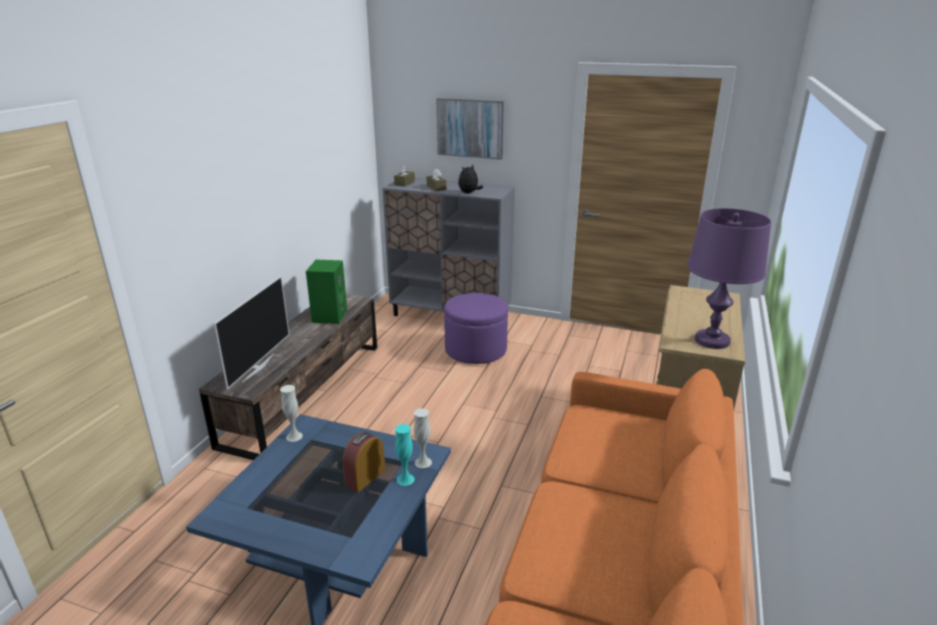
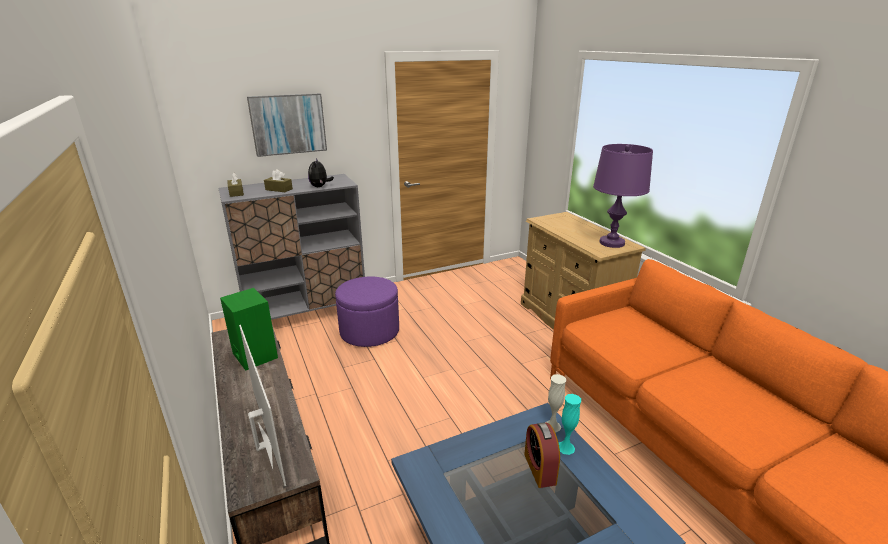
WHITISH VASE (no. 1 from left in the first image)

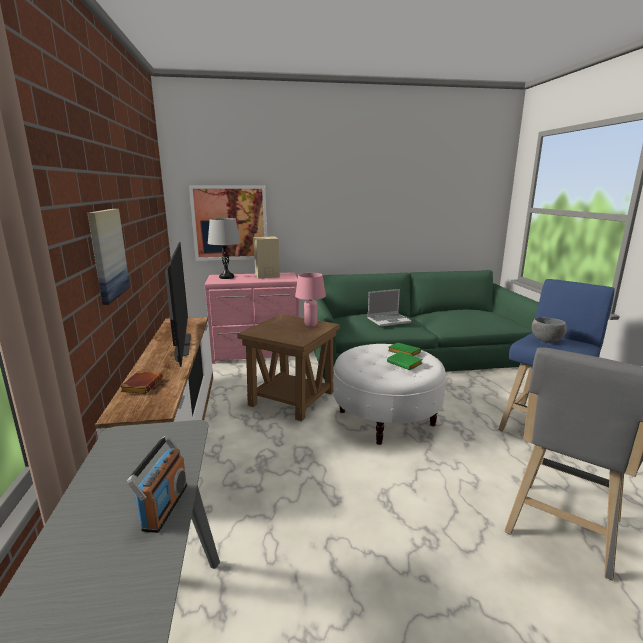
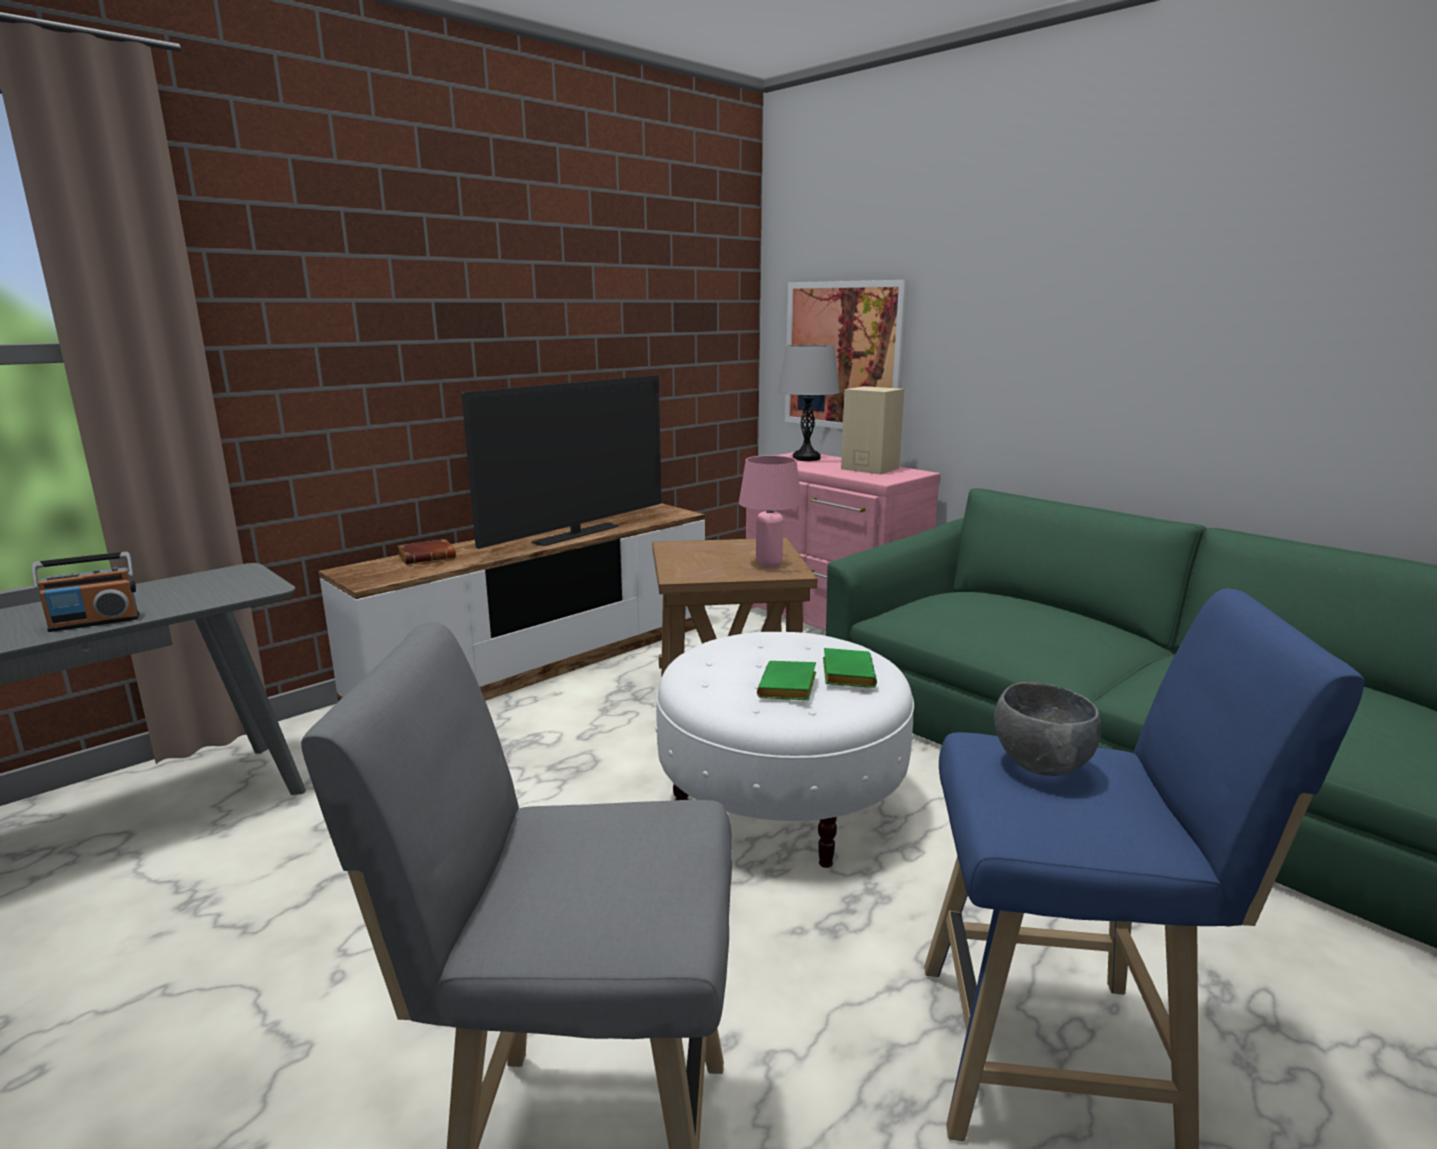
WALL PICTURE (no. 1 from left in the first image)
LAPTOP

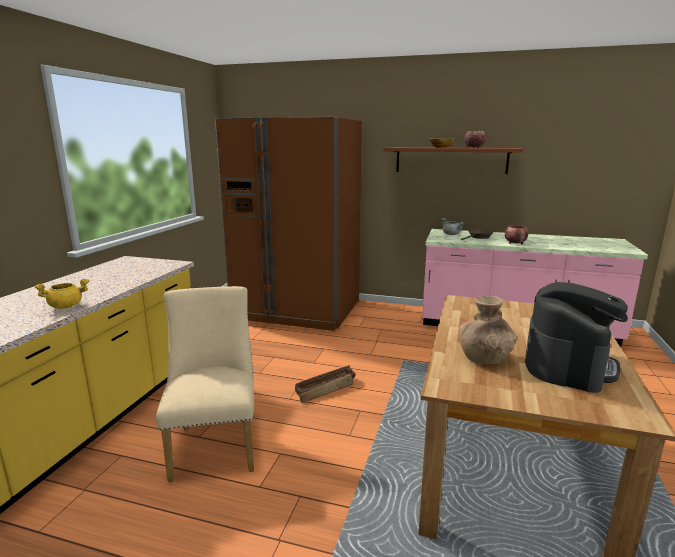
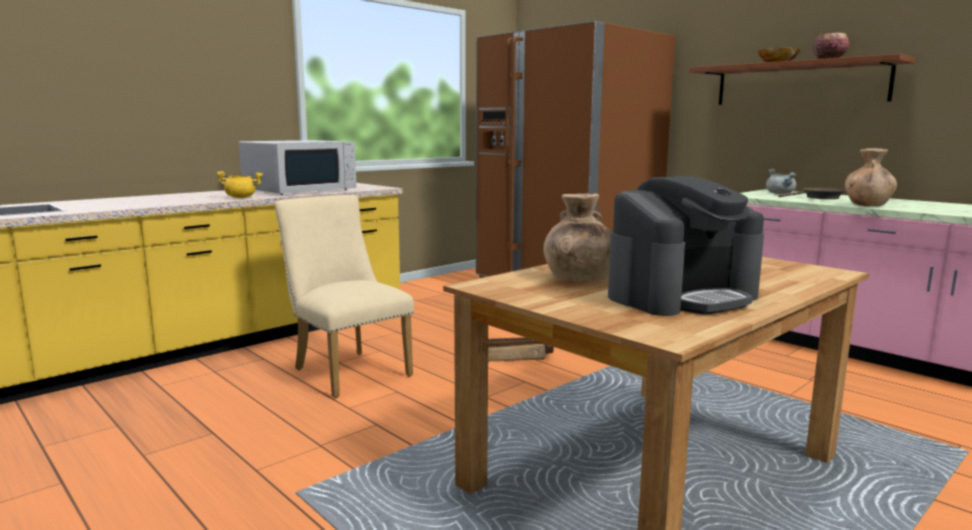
SAND-COLOURED CHAIR
BROWN VASE (no. 2 from left)
WHITISH KITCHEN MICROWAVE

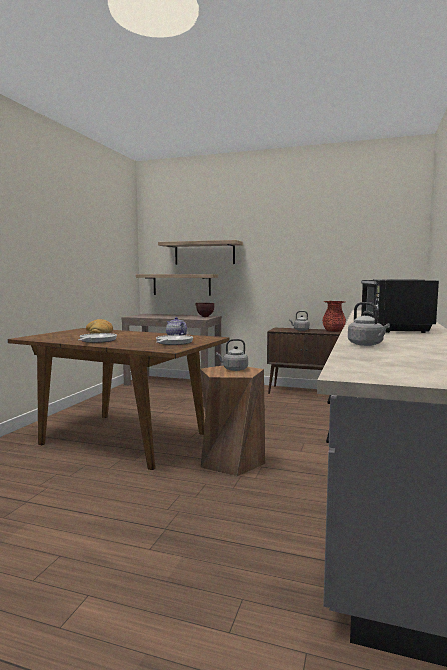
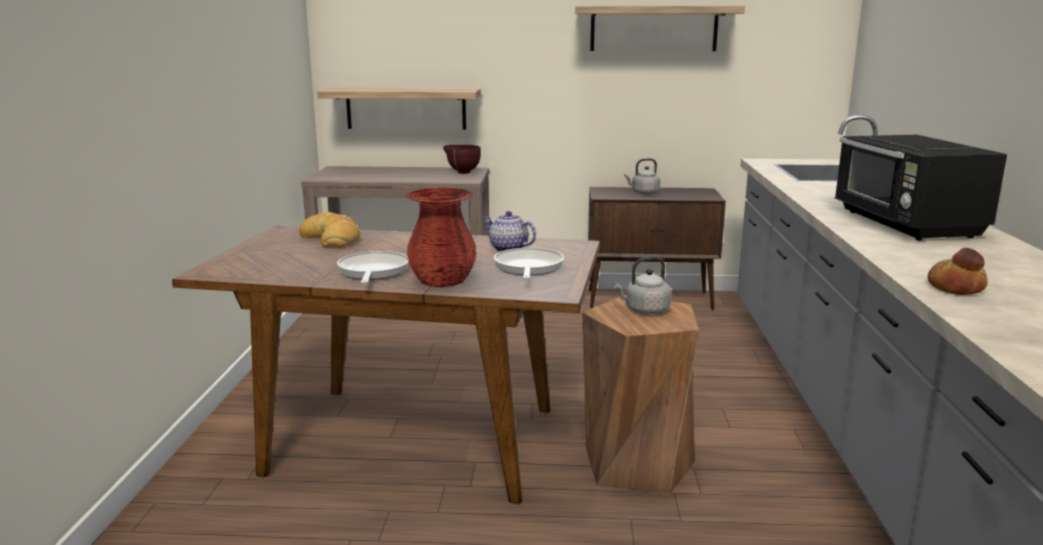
SHELF (no. 2 from left)
REDDISH VASE
BREAD (no. 2 from left)

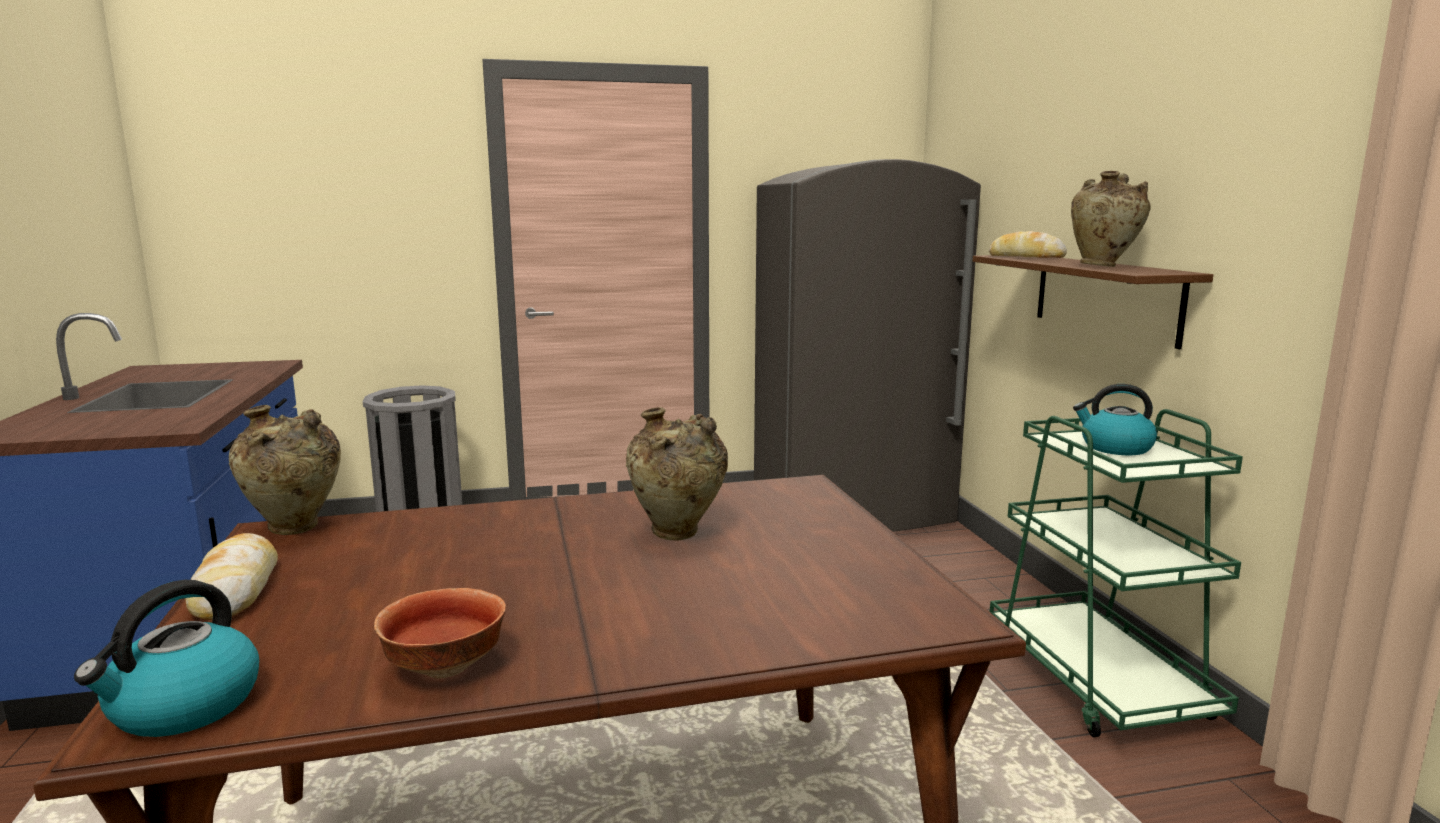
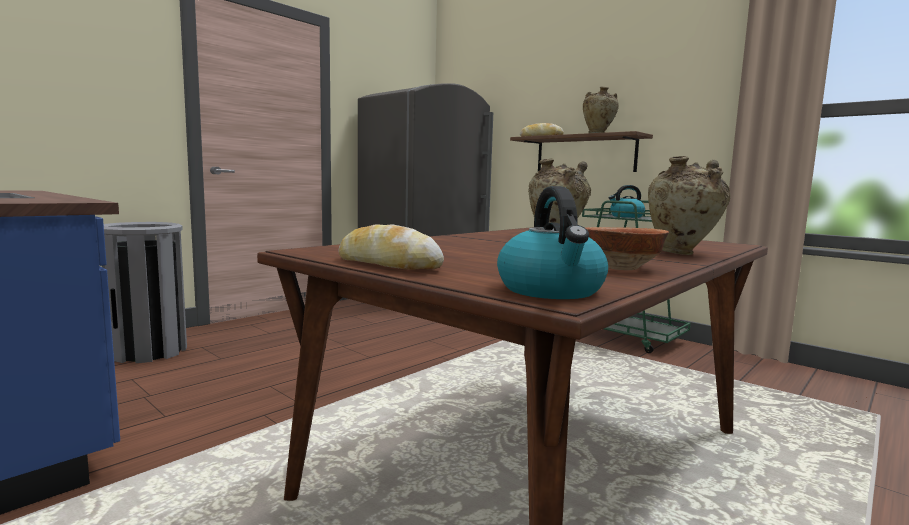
SAND-COLOURED VASE (no. 3 from left)

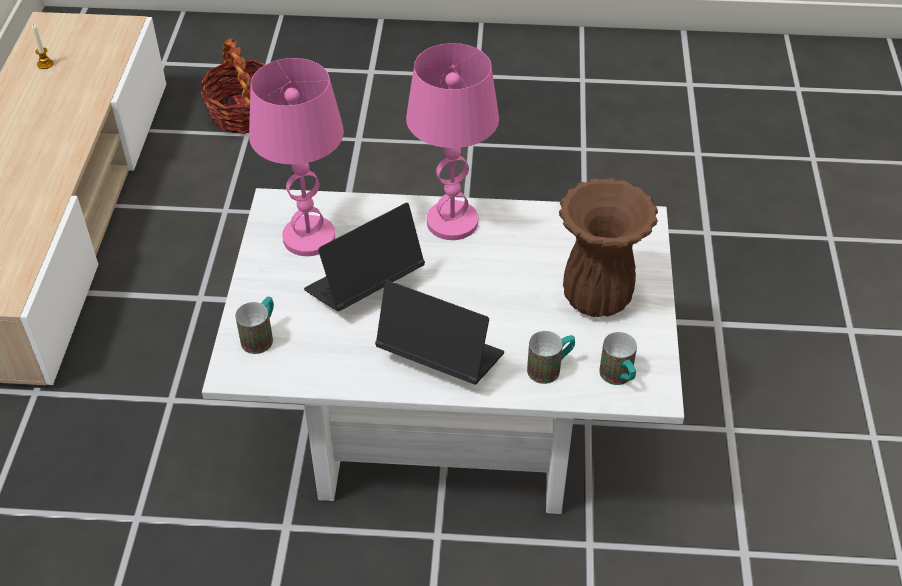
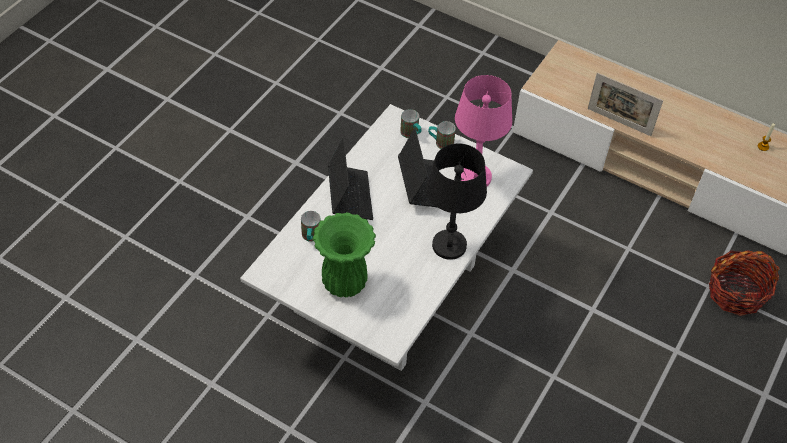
LAPTOP (no. 1 from left)
BLACKISH TABLETOP LAMP
GREEN-COLOURED VASE
COFFEE MUG (no. 3 from left)
PICTURE FRAME

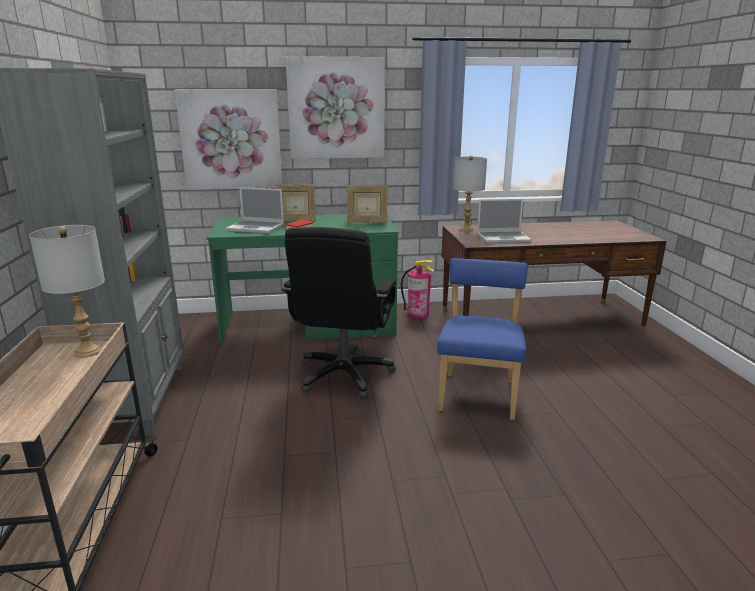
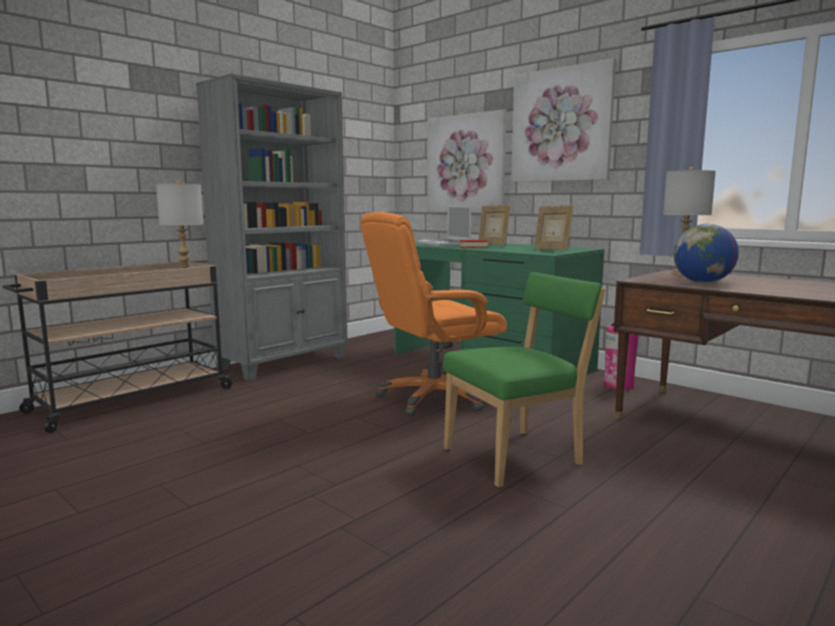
ORANGEY COMPUTER CHAIR
GREEN-COLOURED CHAIR
DESK GLOBE

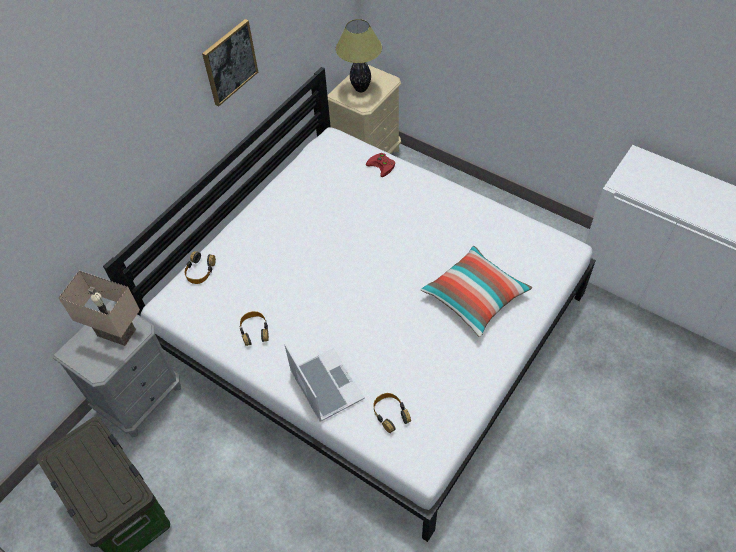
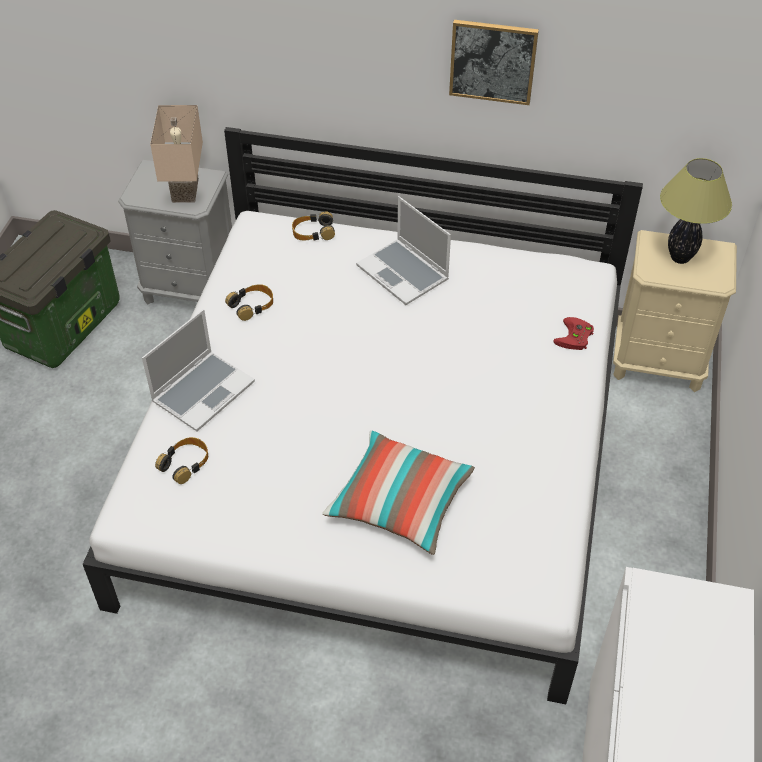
LAPTOP (no. 2 from left)

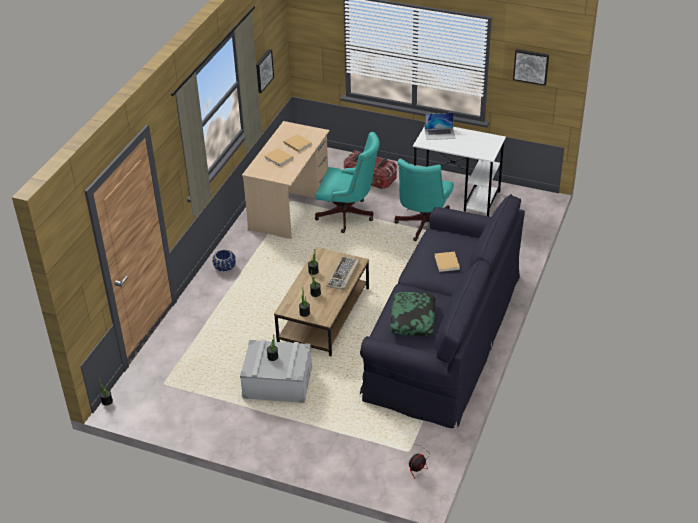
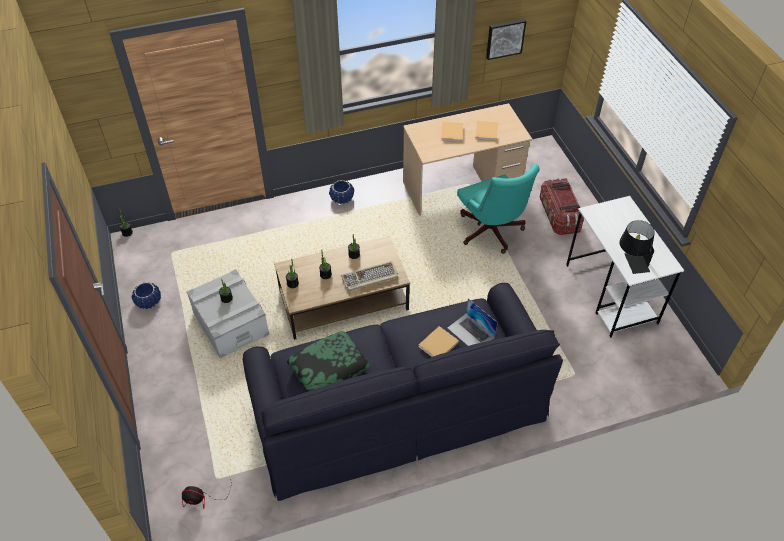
BLUE-GREEN COMPUTER CHAIR (no. 2 from left in the first image)
LAPTOP
WALL PICTURE (no. 2 from left in the first image)
BLUE PLANTER (no. 1 from left)
BLACKISH TABLETOP LAMP

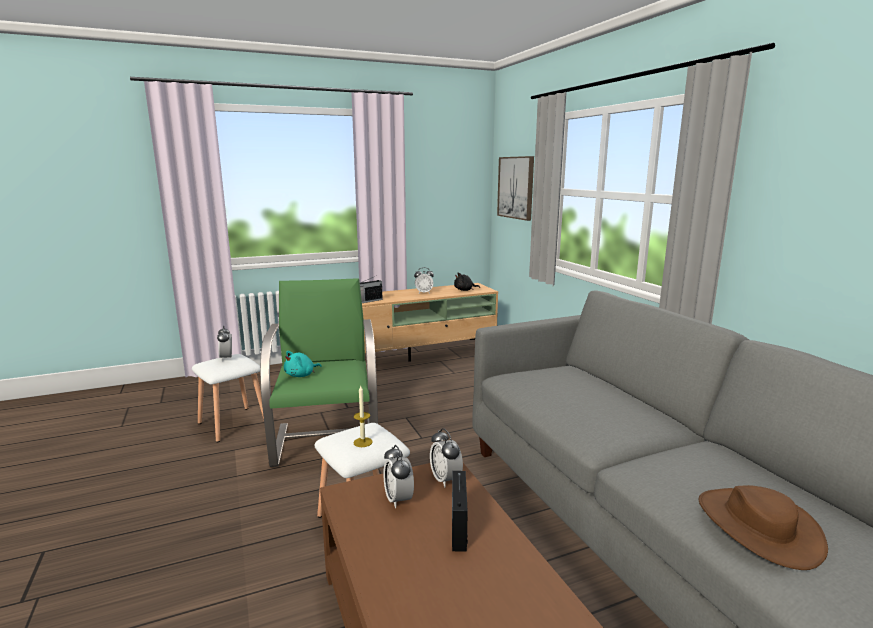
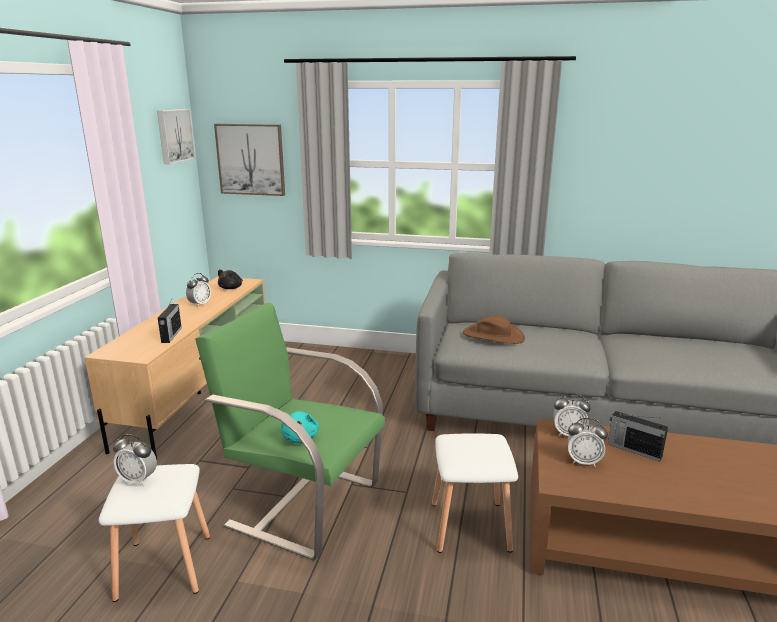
CANDLE
BROWN CLOTHING HAT
WALL PICTURE (no. 1 from left)

